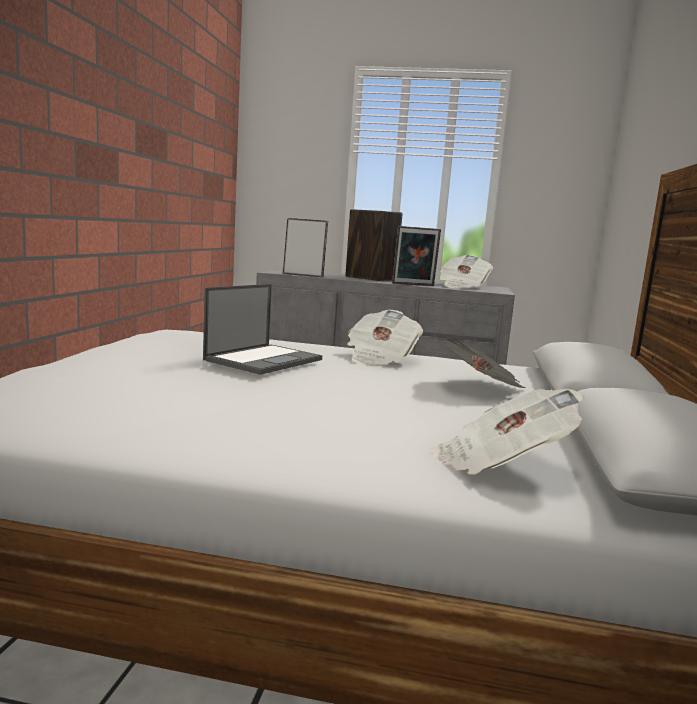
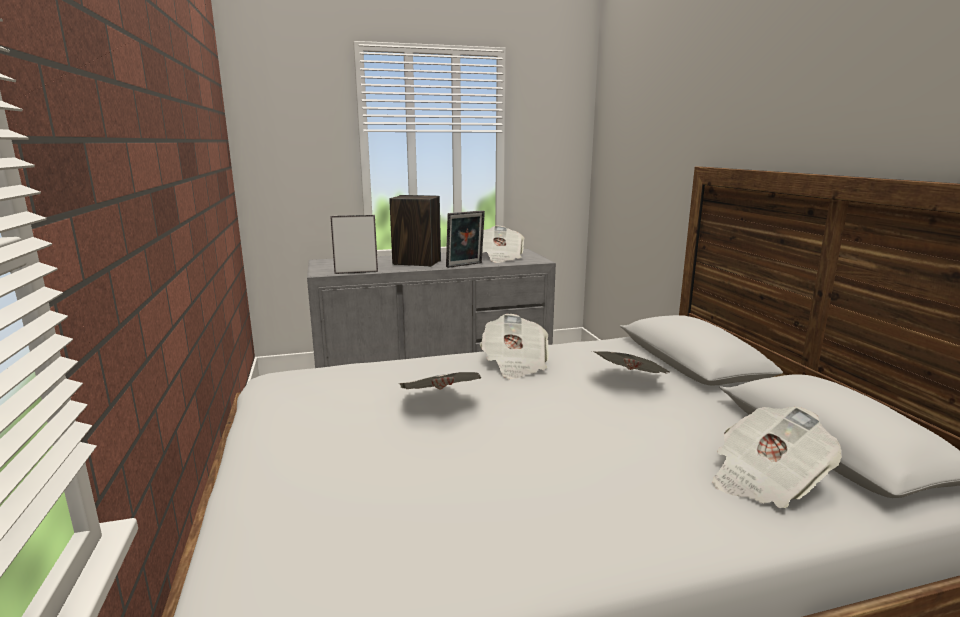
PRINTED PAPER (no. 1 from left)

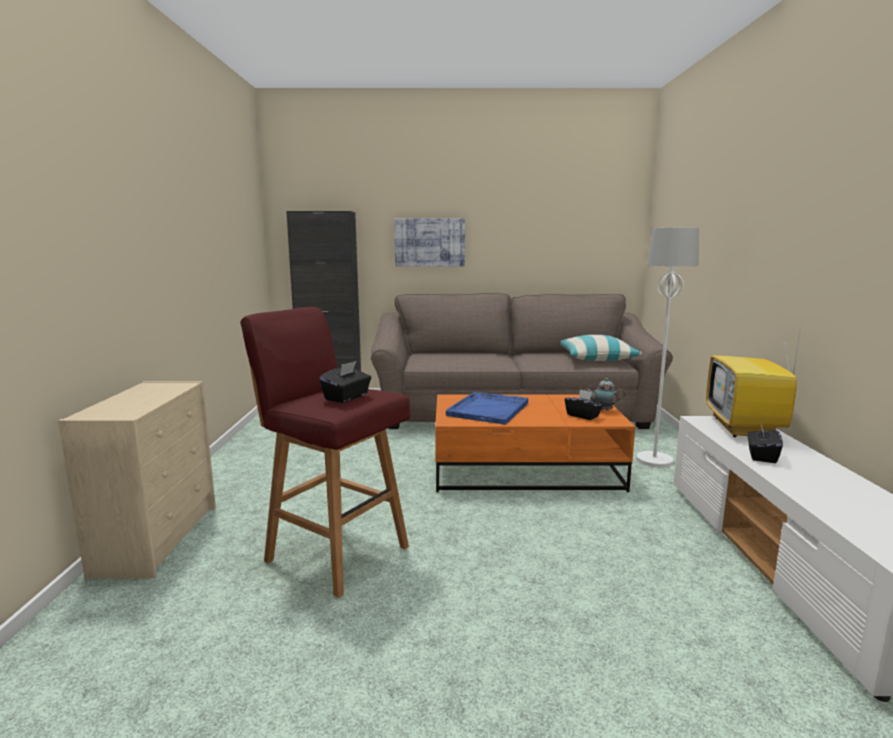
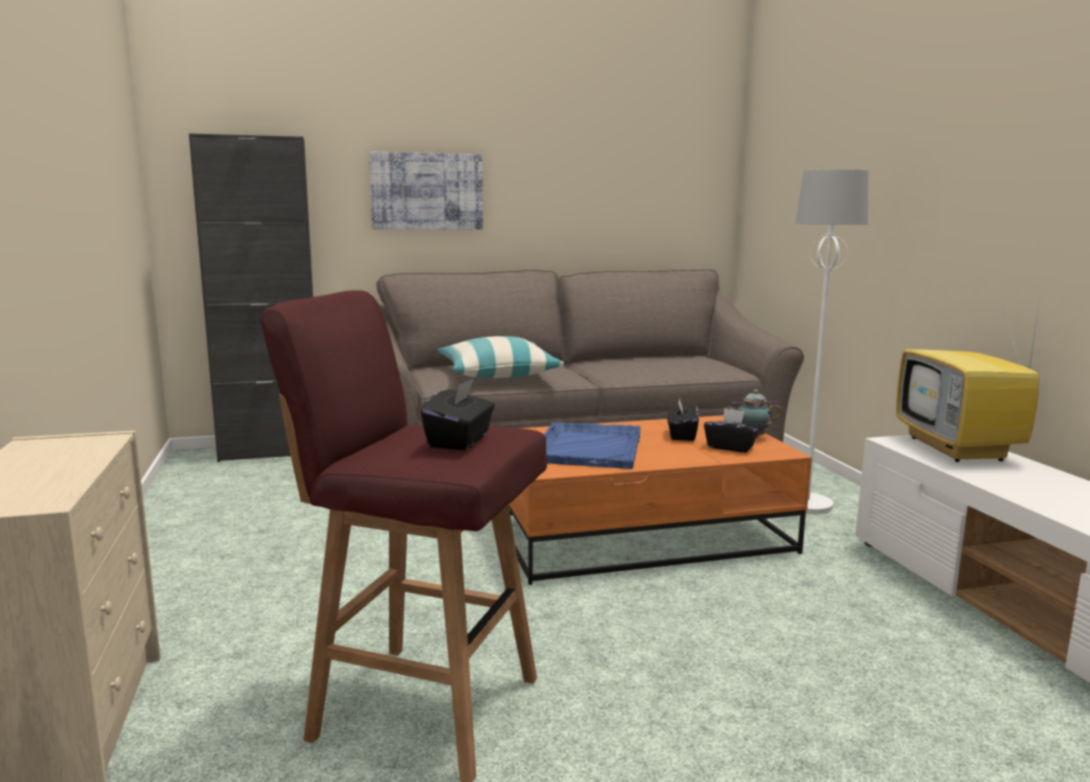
CUSHION
BLACKISH TISSUE BOX (no. 2 from left)

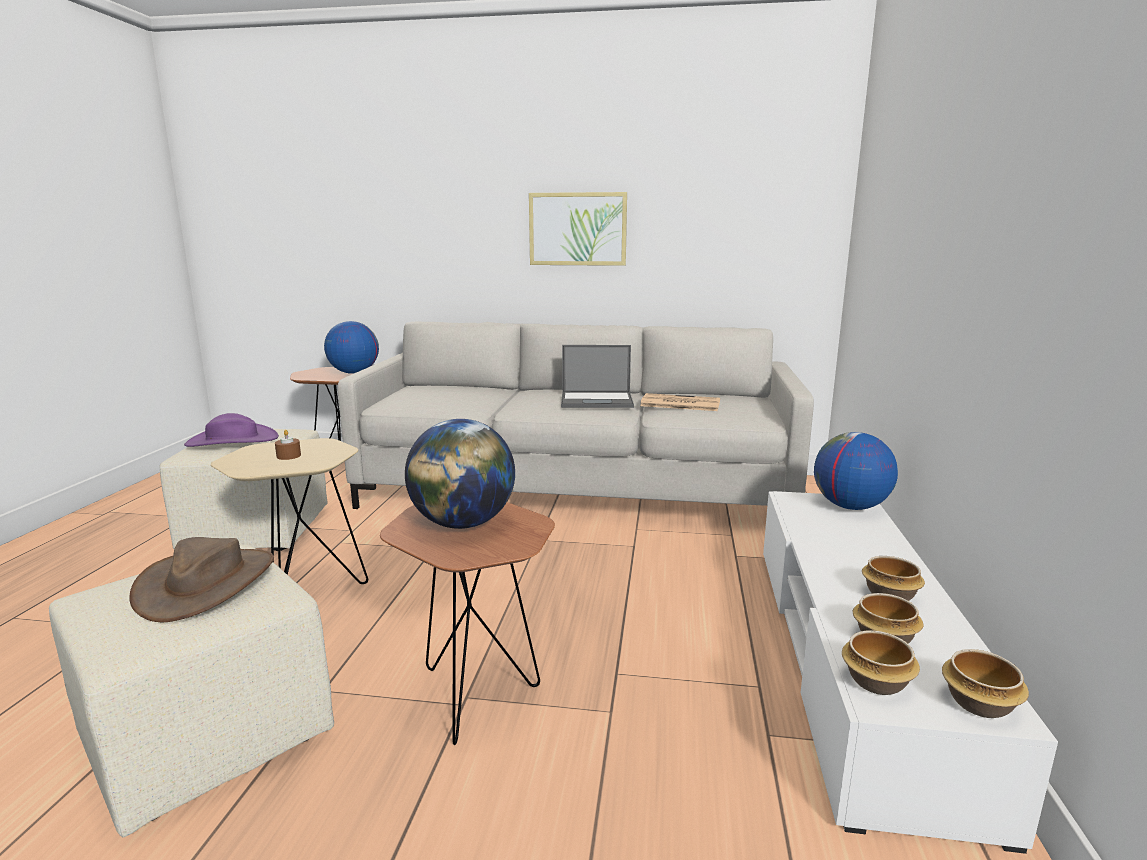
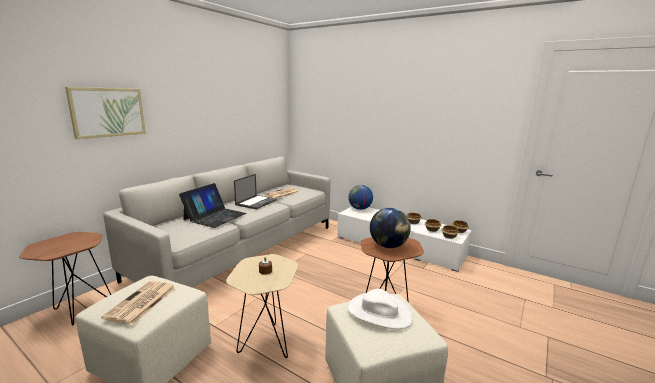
WHITISH CLOTHING HAT
PRINTED PAPER (no. 1 from left)
DESK GLOBE (no. 1 from left in the first image)
WALL PICTURE
LAPTOP (no. 1 from left)

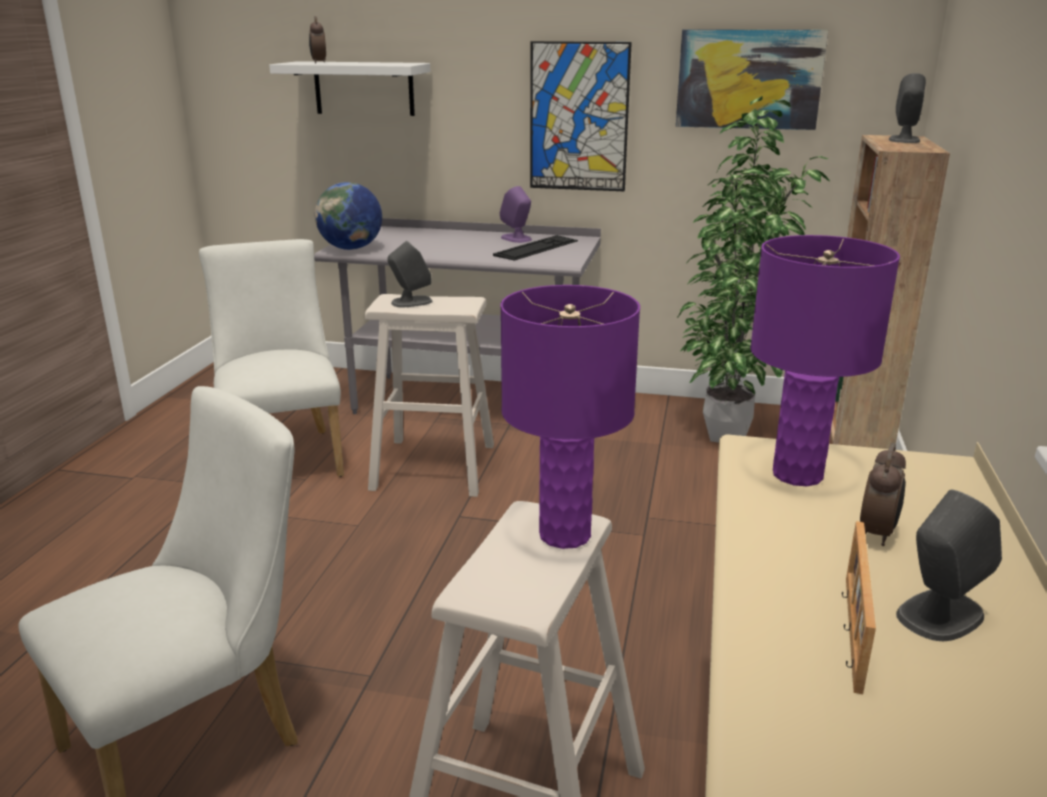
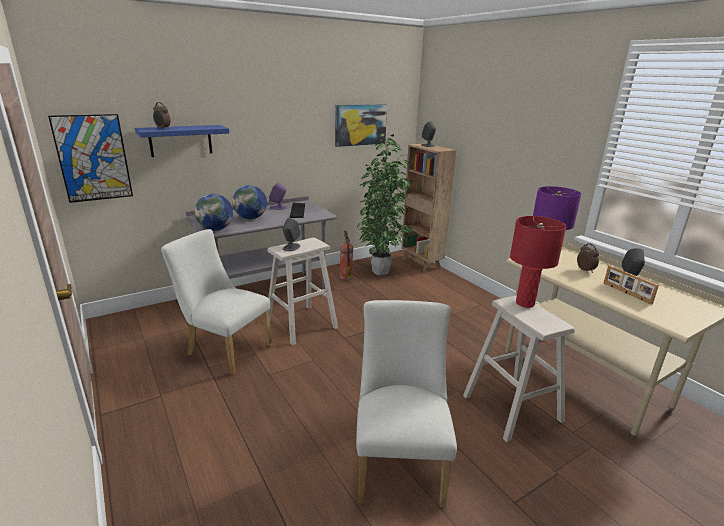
BLUE SHELF
REDDISH TABLETOP LAMP
WALL PICTURE (no. 1 from left)
DESK GLOBE (no. 2 from left)
FIRE EXTINGUISHER

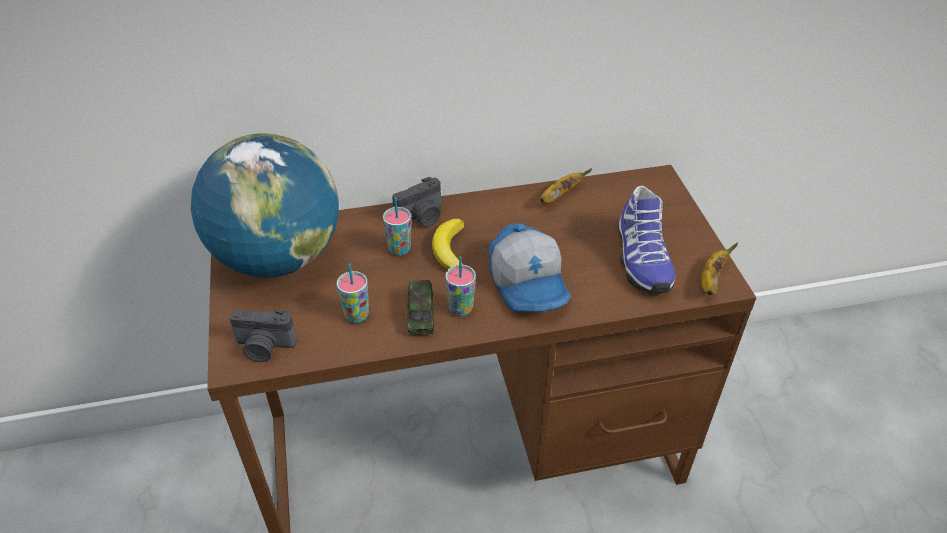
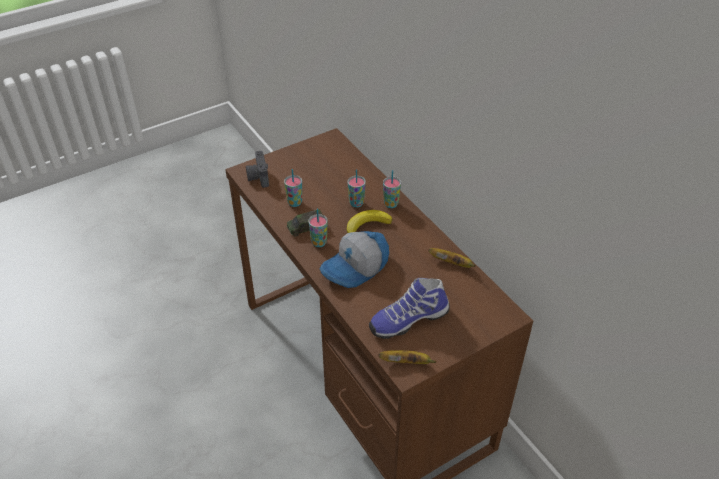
DESK GLOBE
DRINKING CUP (no. 4 from left)

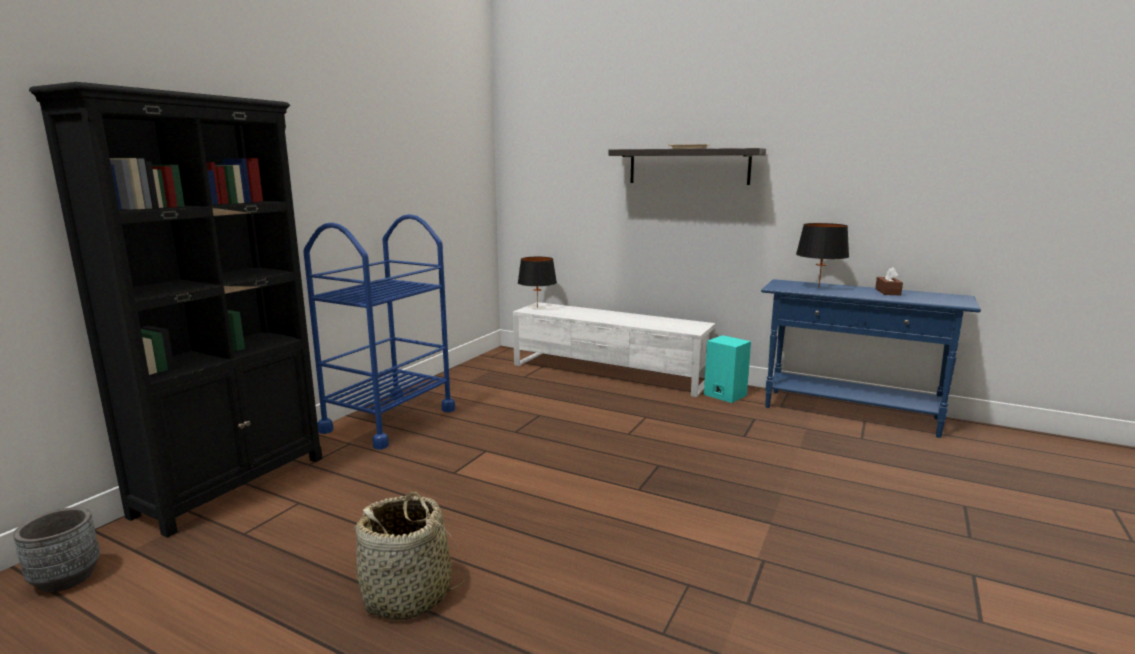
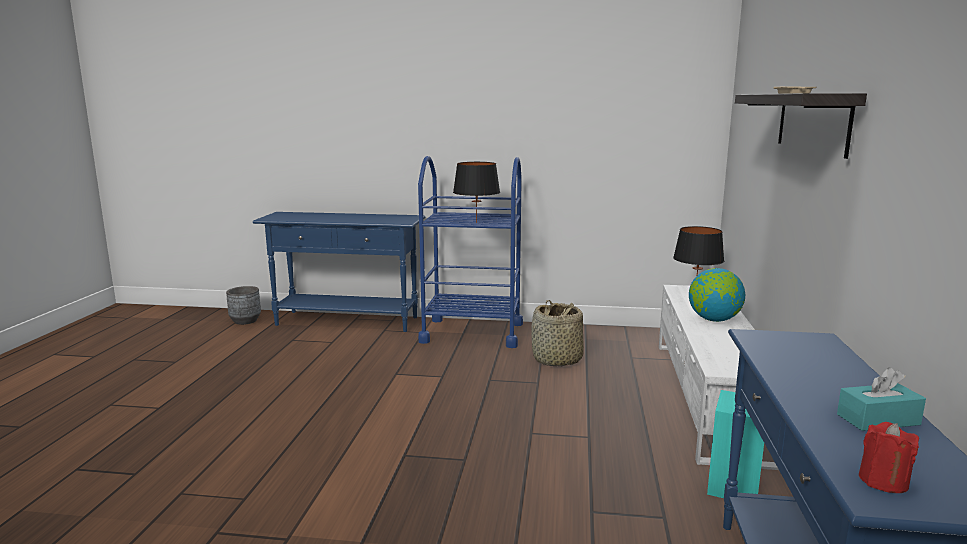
BLUE CONSOLE TABLE (no. 1 from left)
HOUSEHOLD BASKET
BLACKISH TABLETOP LAMP (no. 1 from left)
BLUE-GREEN TISSUE BOX
DESK GLOBE
REDDISH CANDLE

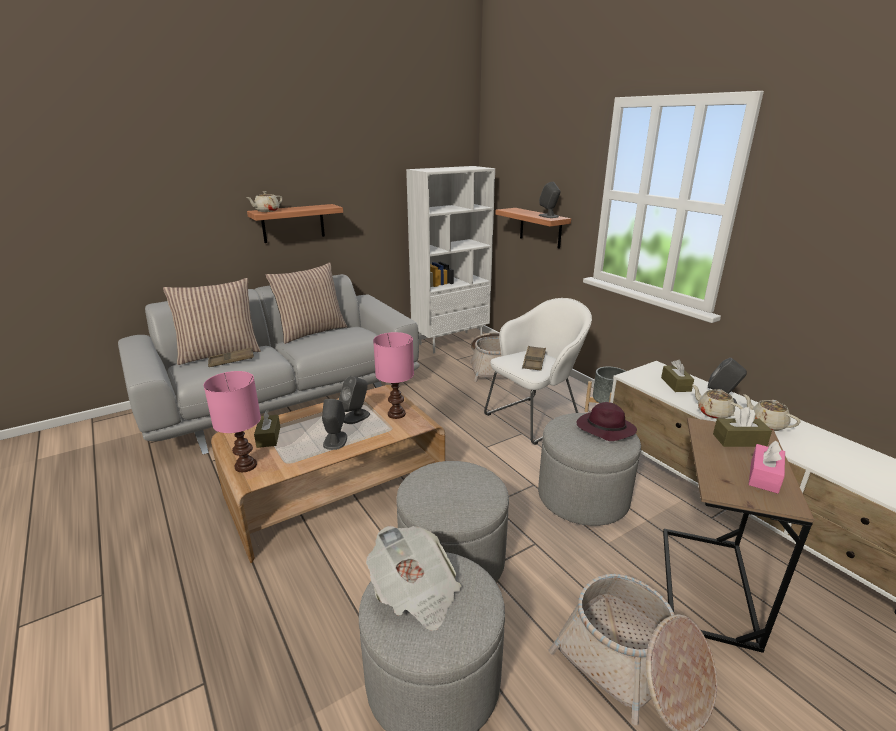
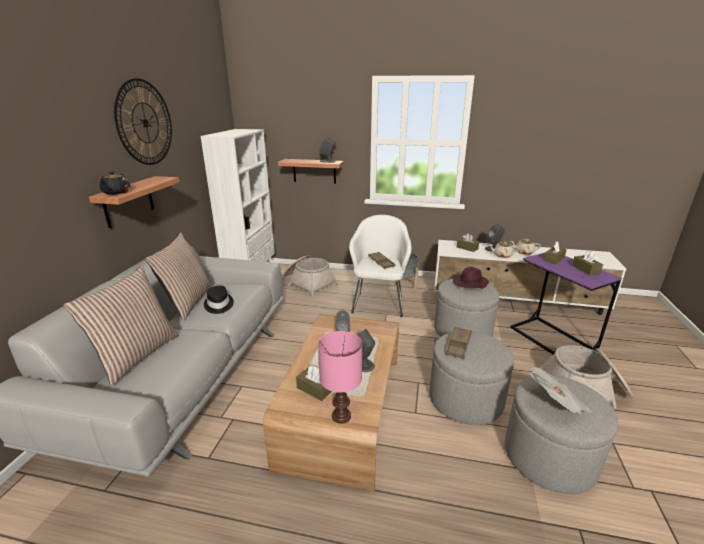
BROWN CARRYING TRAY (no. 2 from left)
BLACKISH TEAPOT
PINK-COLOURED TABLETOP LAMP (no. 2 from left in the first image)
PURPLE SIDE TABLE
BROWN TISSUE BOX (no. 4 from left)
CLOCK ON THE WALL
BLACKISH CLOTHING HAT

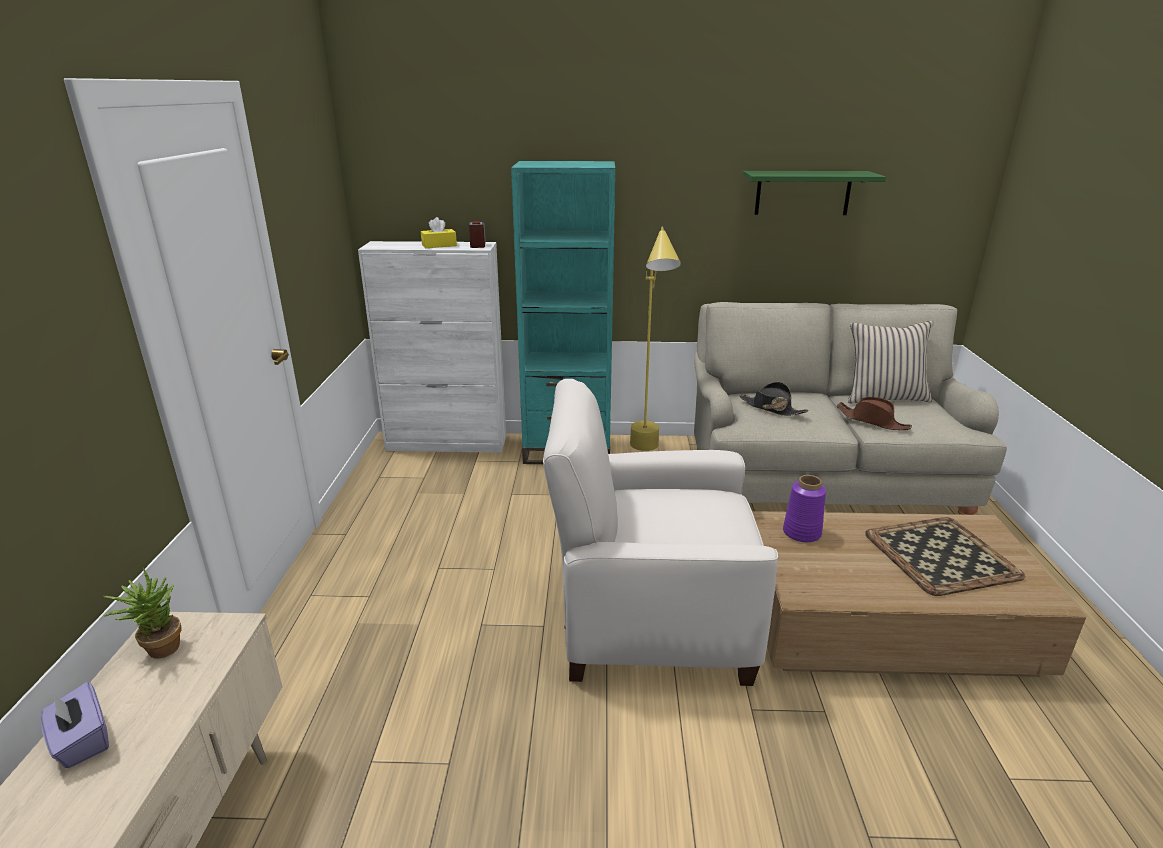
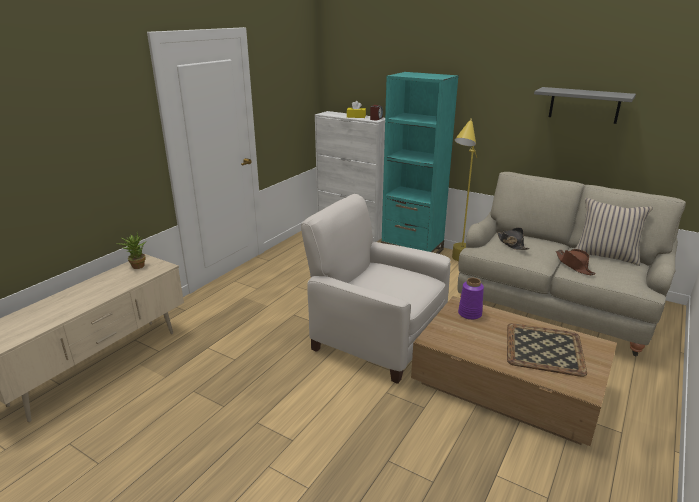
PURPLE TISSUE BOX
GREY SHELF

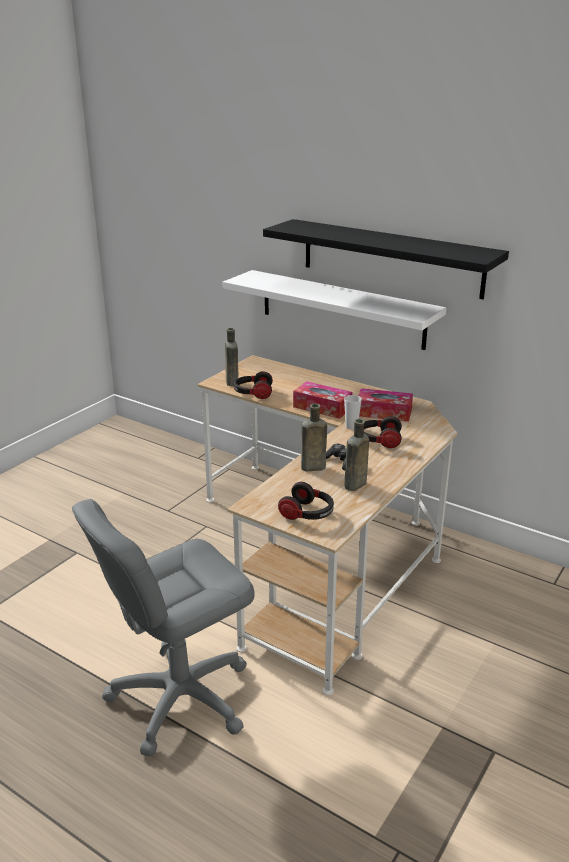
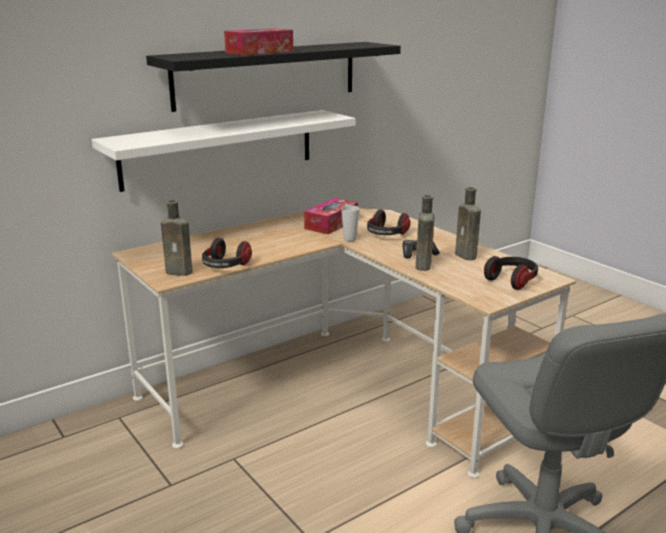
TISSUE BOX (no. 1 from left)

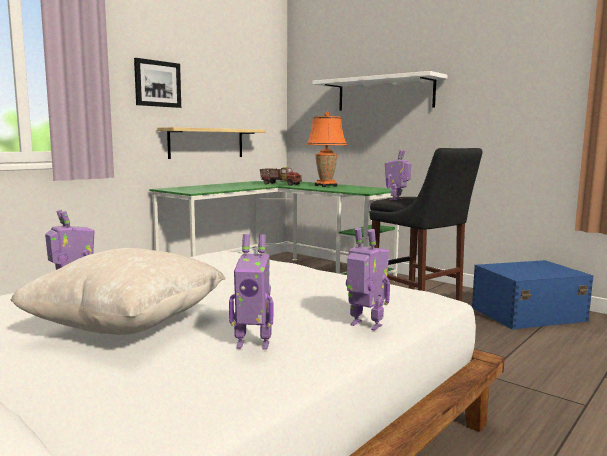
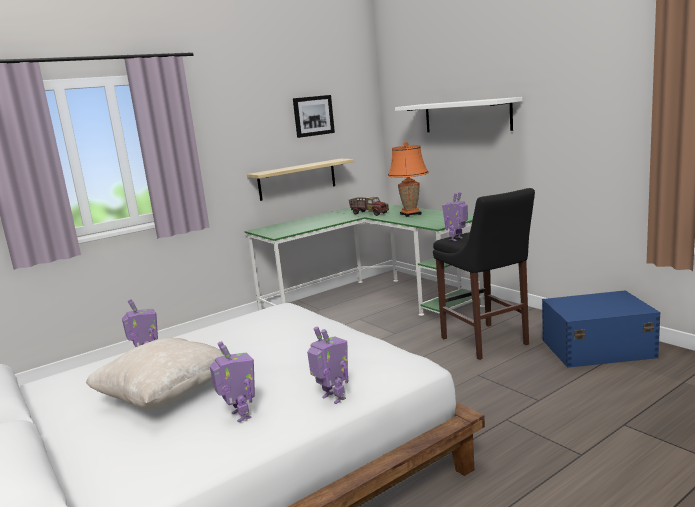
WALL PICTURE
ROBOT FIGURE (no. 2 from left)

